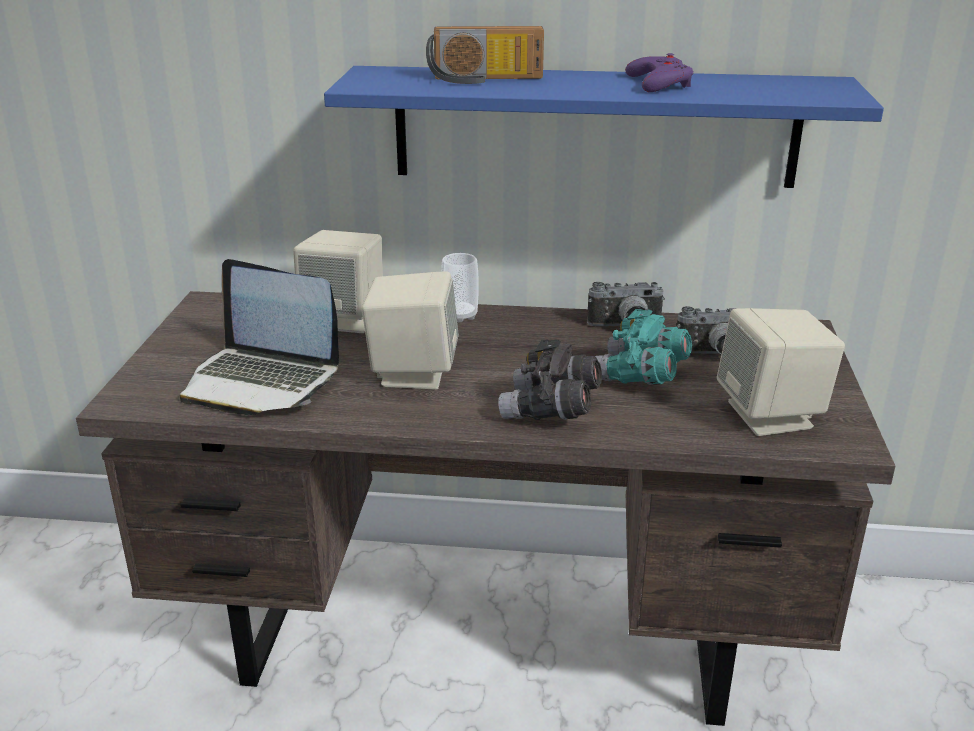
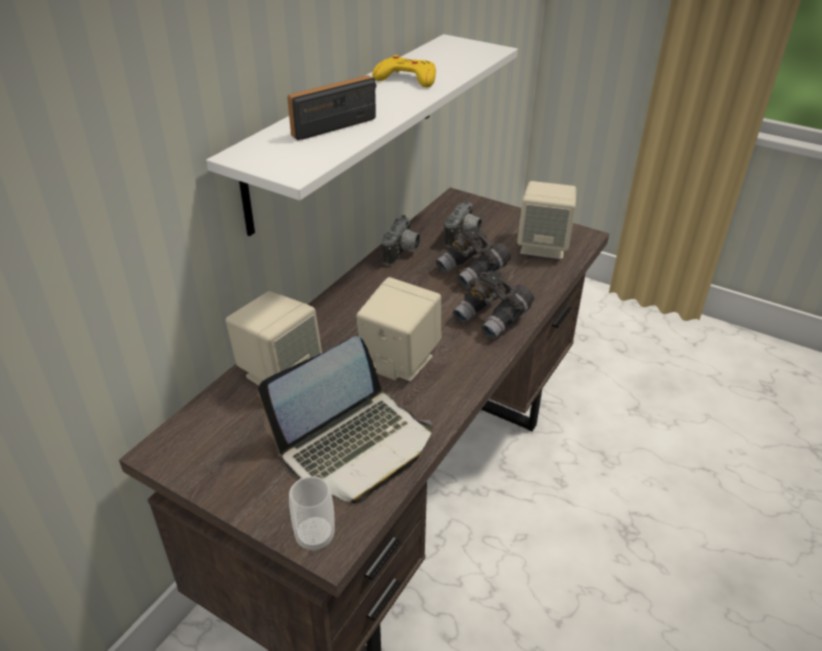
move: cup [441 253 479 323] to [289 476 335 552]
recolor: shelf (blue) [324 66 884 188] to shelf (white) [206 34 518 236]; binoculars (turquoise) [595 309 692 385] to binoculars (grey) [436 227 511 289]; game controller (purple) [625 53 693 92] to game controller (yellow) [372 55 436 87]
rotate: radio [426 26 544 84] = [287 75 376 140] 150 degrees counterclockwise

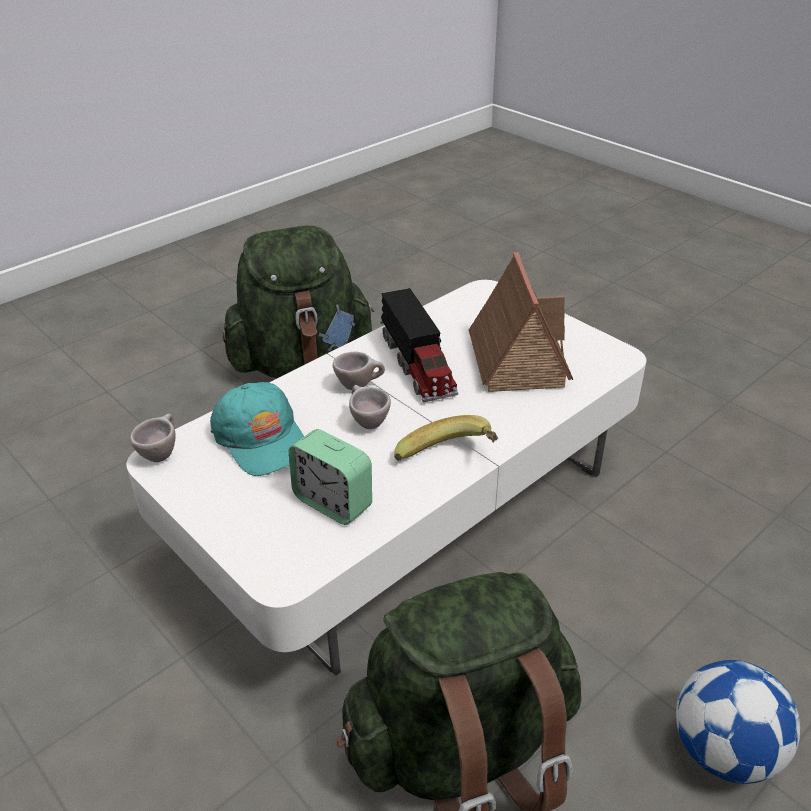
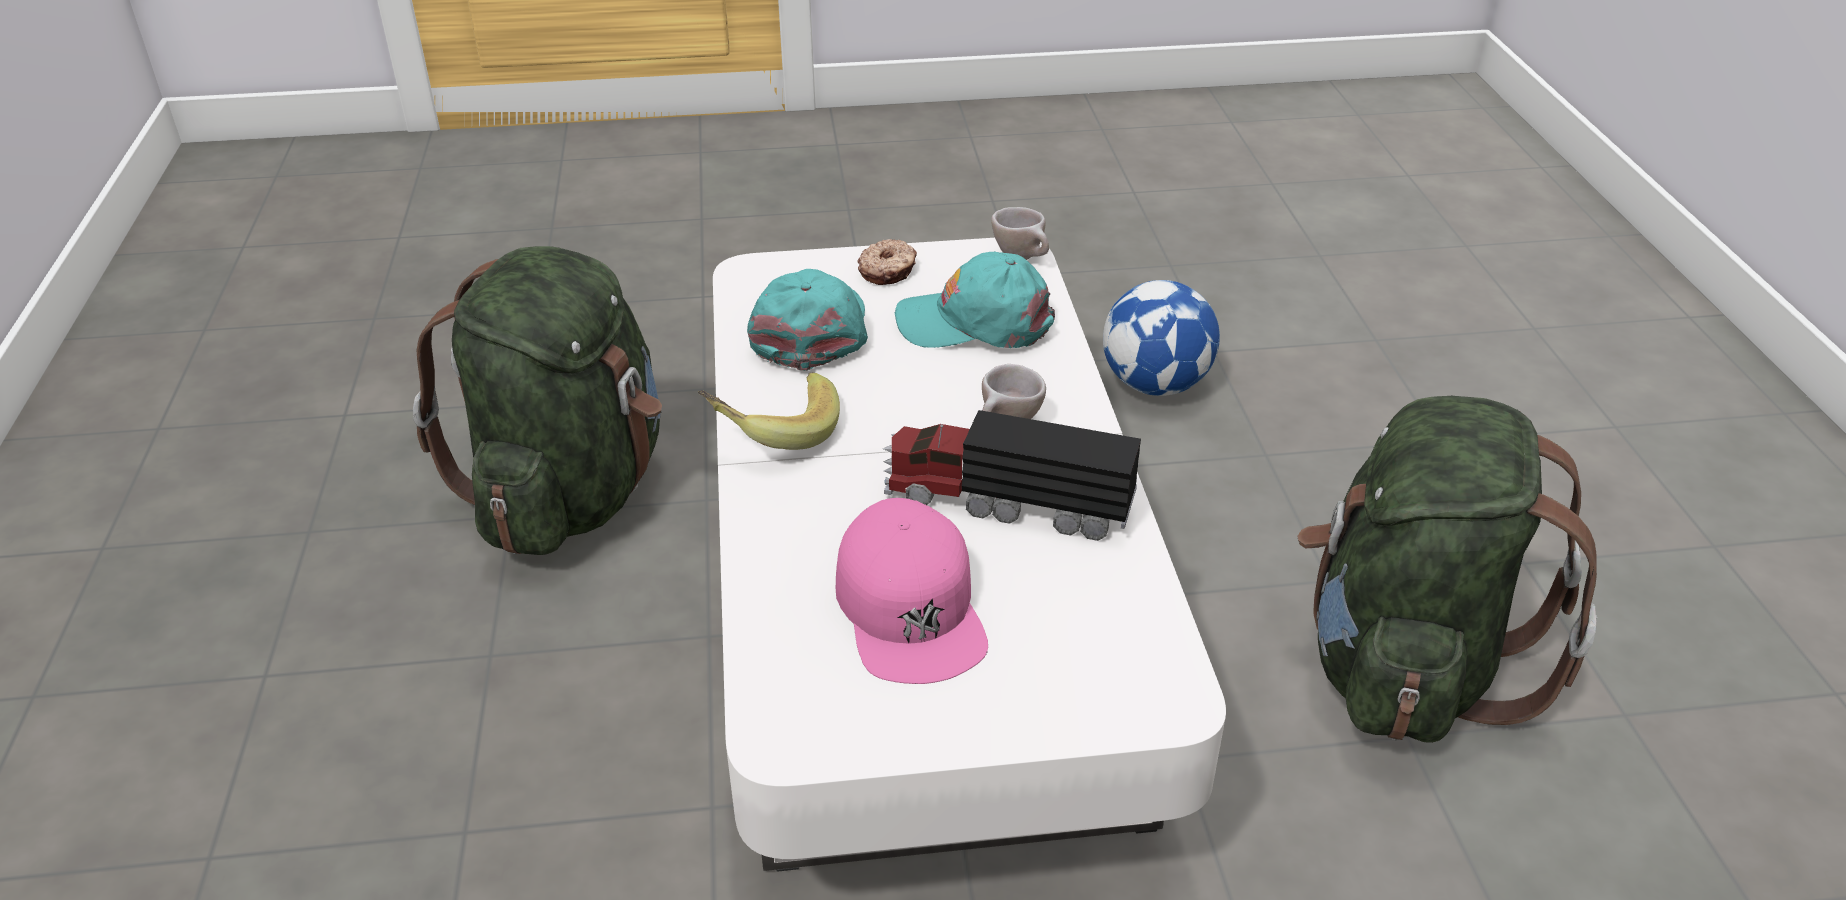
delete: cup (beige) [349 385 391 429]
insert: donut [857 239 917 285]
move: football [676 660 800 784] to [1103 280 1220 396]
replace: alarm clock [289 429 372 525] to cap (turquoise) [747 269 868 371]; toy house [469 252 573 392] to cap (pink) [836 498 988 684]

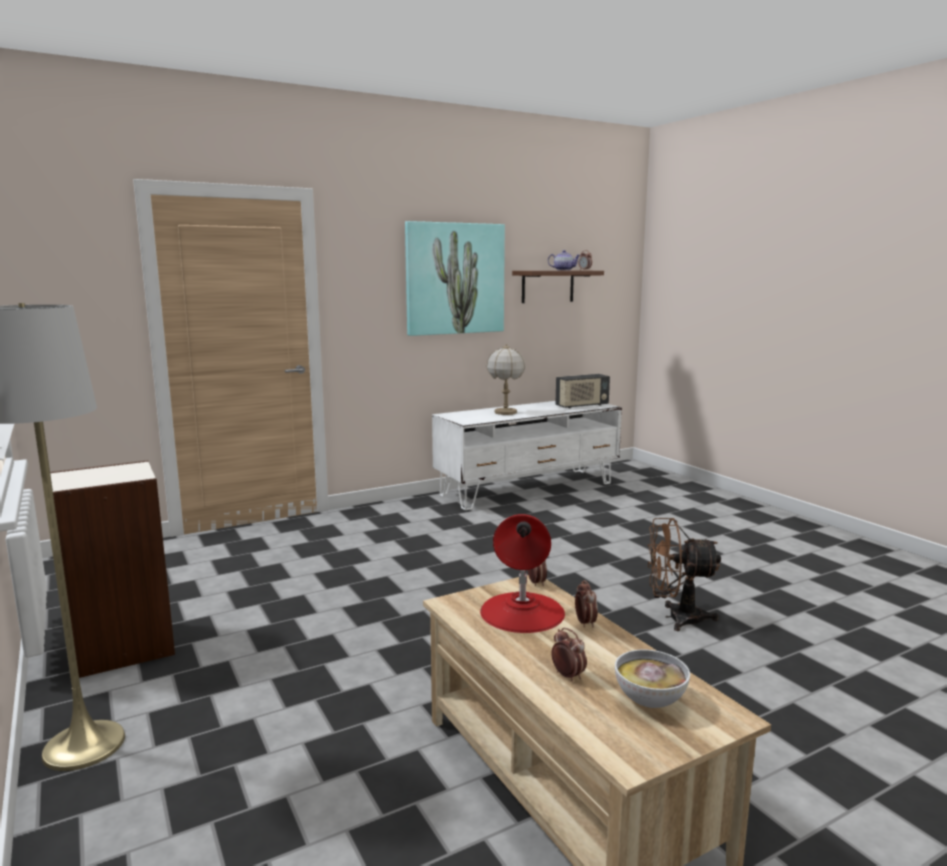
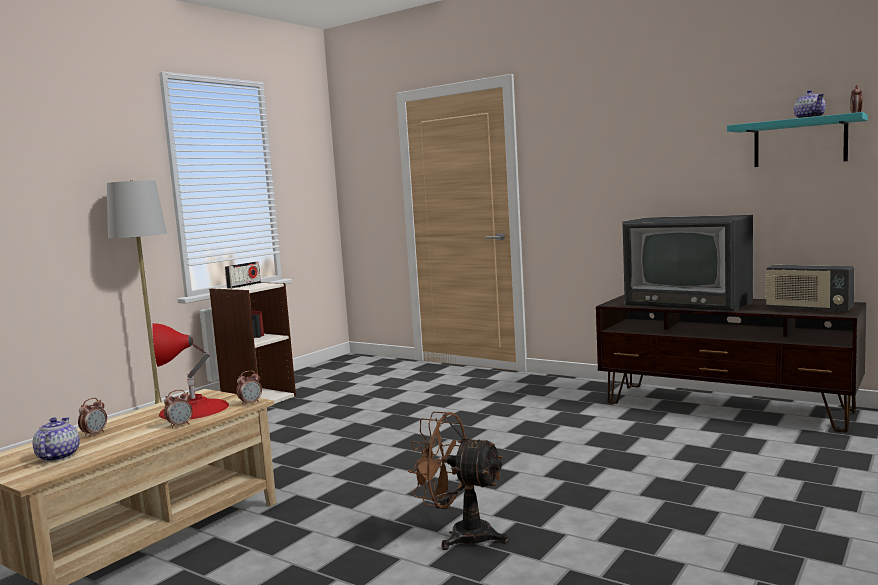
delete: picture [405 221 505 336]
insert: radio [225 262 261 289]
replace: table lamp [487 344 525 415] to television [622 215 753 311]; bowl [615 650 690 708] to teapot [32 417 80 462]
recolor: tv stand (white) [432 401 622 510] to tv stand (brown) [596 295 866 432]; shelf (brown) [512 271 604 303] to shelf (turquoise) [727 112 868 167]
rotate: fan (brown) [648 518 721 631] = [408 412 508 550] 45 degrees counterclockwise

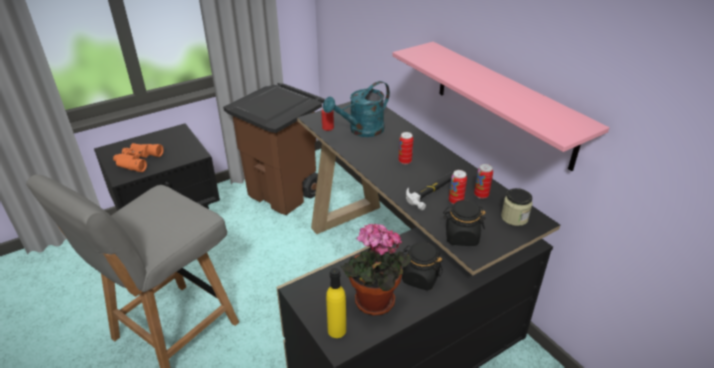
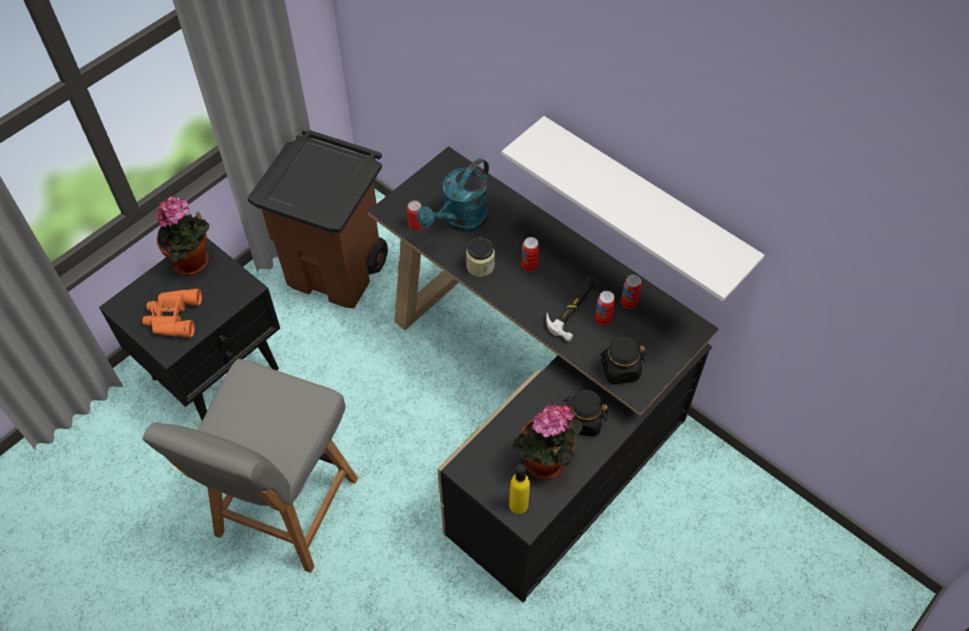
insert: potted plant [155 196 209 276]
move: jar [501 188 533 226] to [466 238 495 277]
recolor: shelf (pink) [392 42 609 171] to shelf (white) [502 116 764 301]

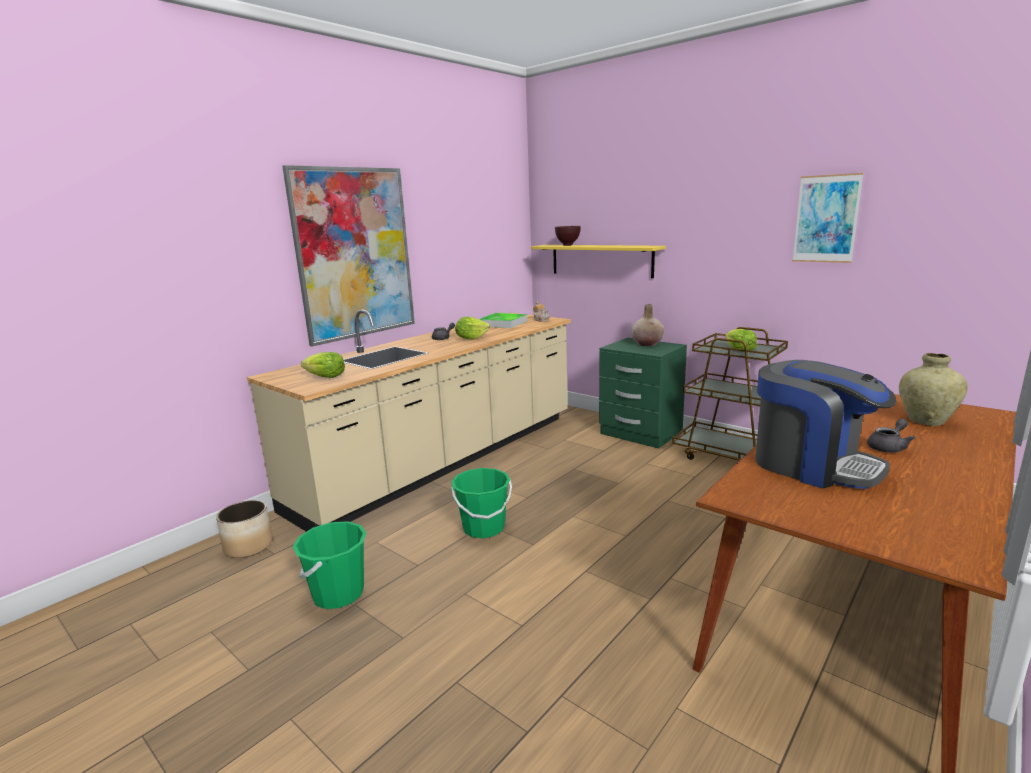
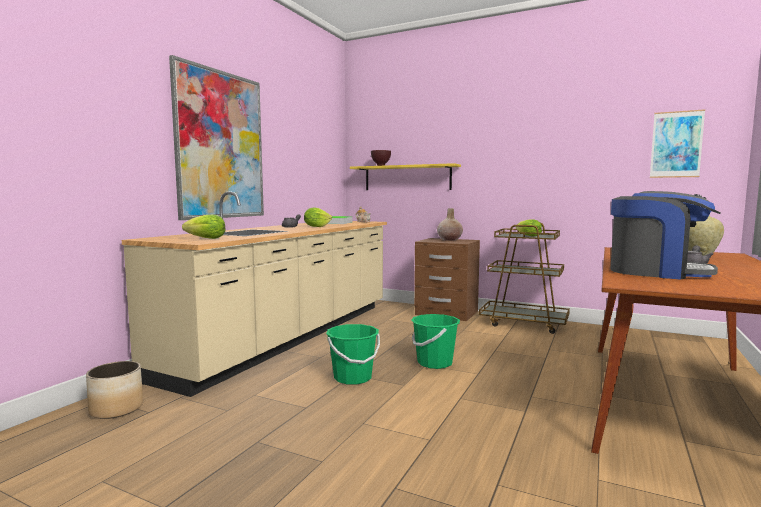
move: bucket (green) [293 521 366 609] to [411 314 460 369]; picture [792 173 864 263] to [650 109 705 178]
recolor: nightstand (green) [599 338 687 449] to nightstand (brown) [414 238 480 321]

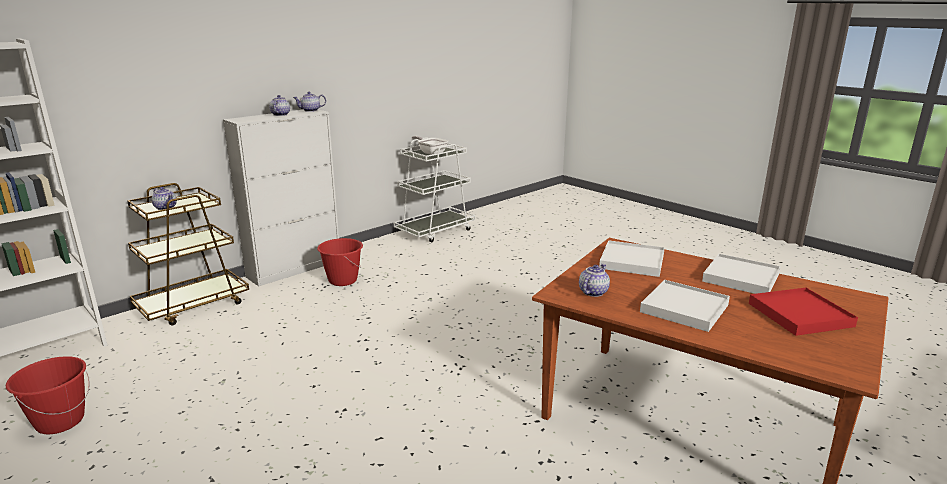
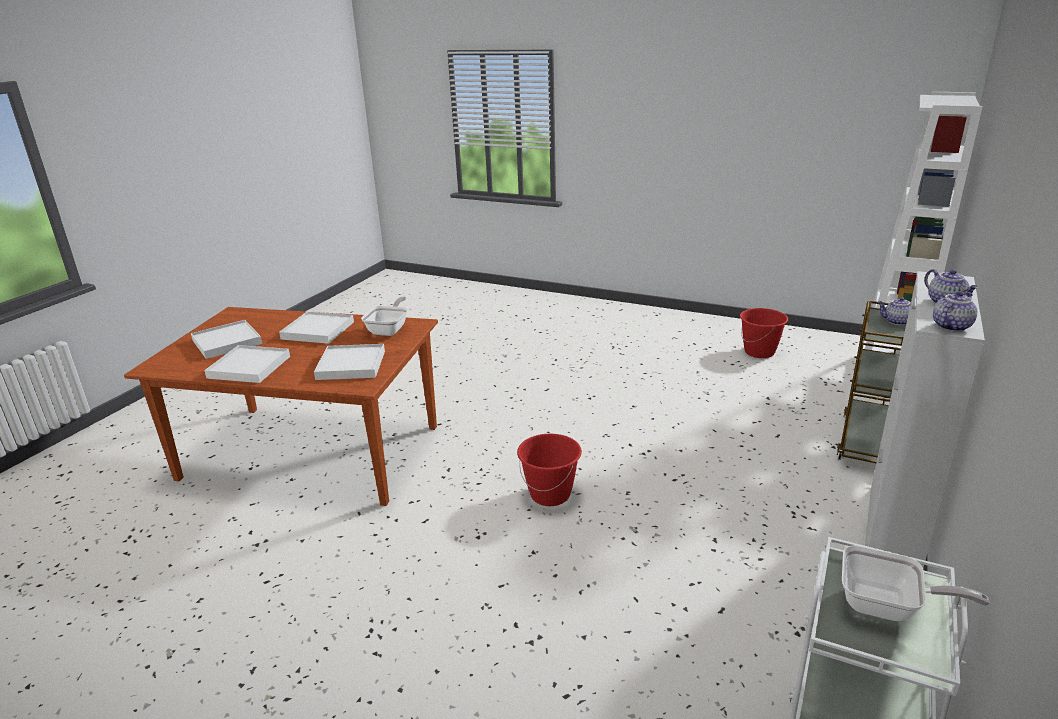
move: bucket (red) [317 238 363 286] to [517 434 582 506]
replace: teapot [579 264 610 297] to frying pan [361 296 408 336]
recolor: tray (red) [749 288 858 336] to tray (white) [191 320 262 359]

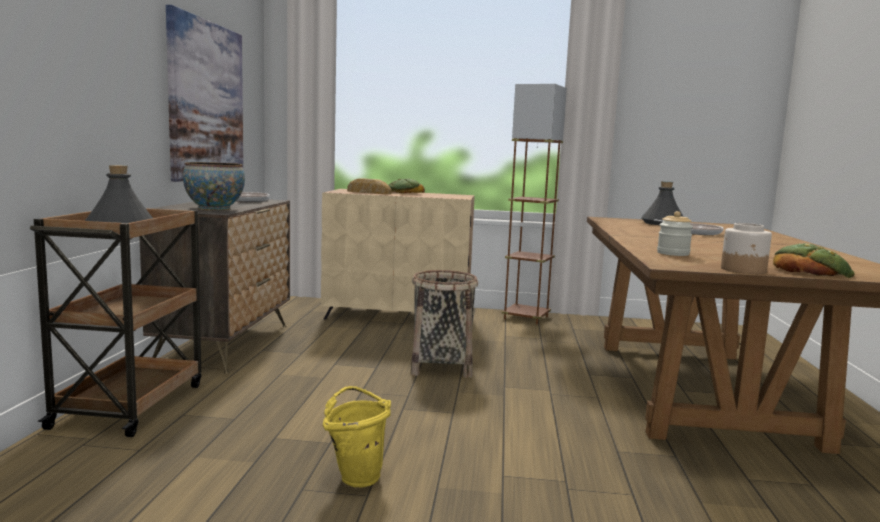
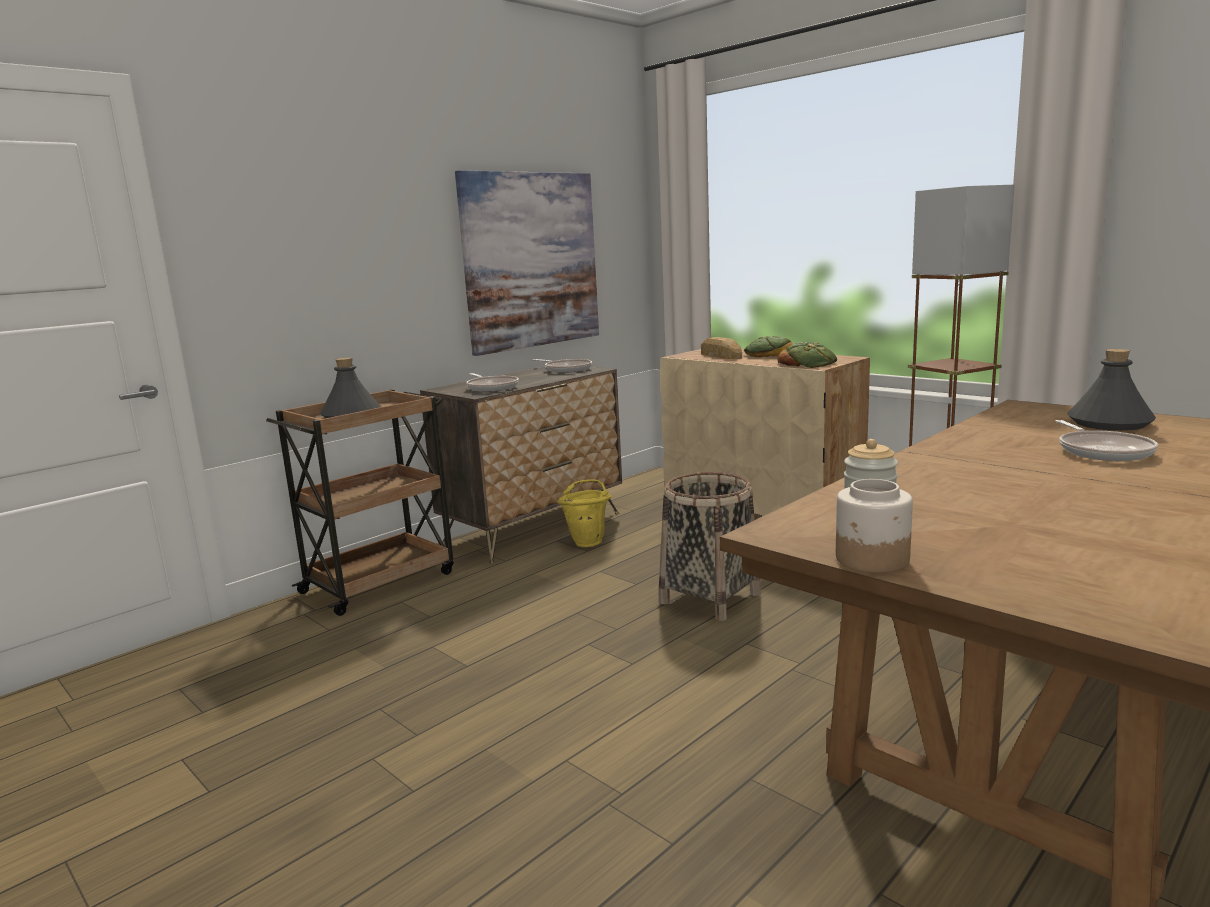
move: bucket (yellow) [323 386 391 487] to [557 479 611 547]; bread [773 243 854 278] to [778 342 837 368]
replace: bowl [183 162 245 210] to frying pan [466 373 519 392]

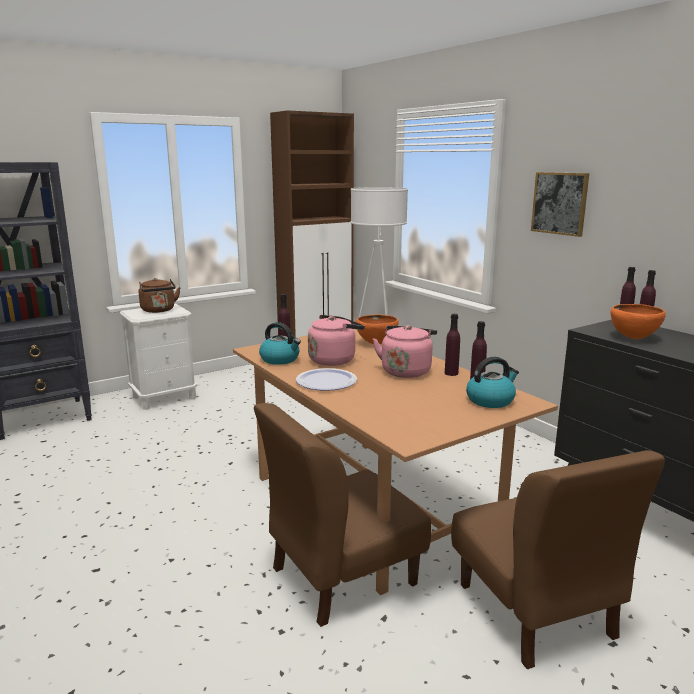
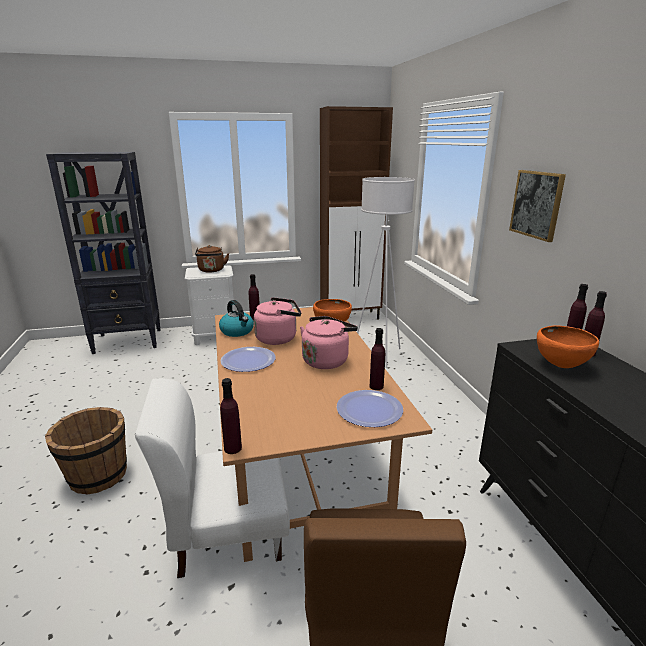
insert: bucket (brown) [45 407 127 494]
move: bottle (purple) [445 314 460 376] to [220 378 242 454]
replace: kettle [466 357 519 408] to plate [337 390 403 427]
recolor: chair (brown) [254 403 431 627] to chair (white) [135 378 290 578]

